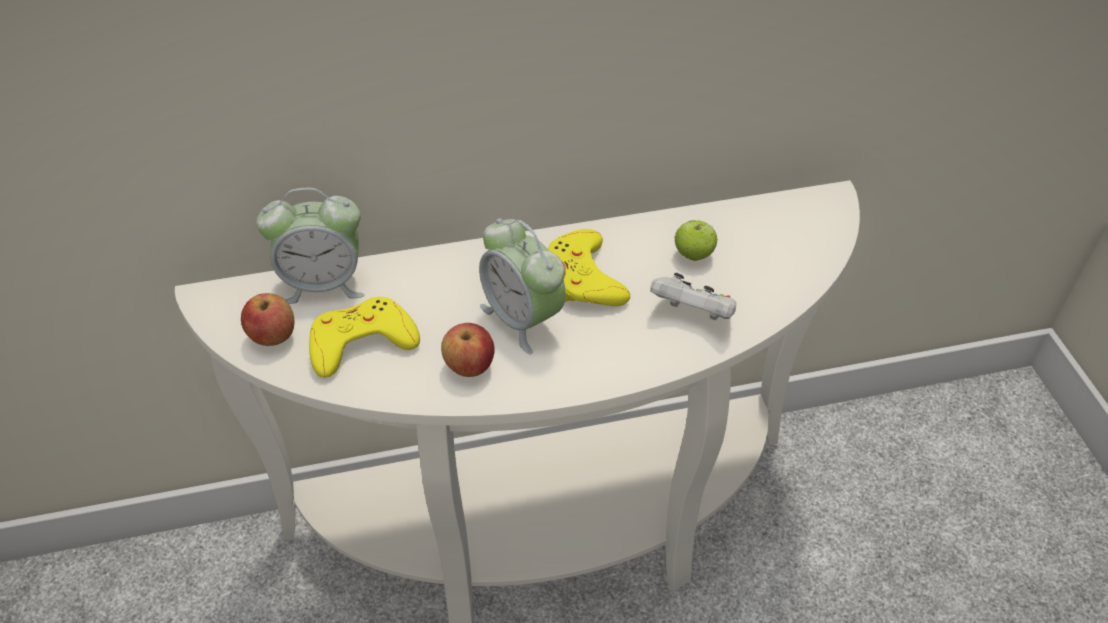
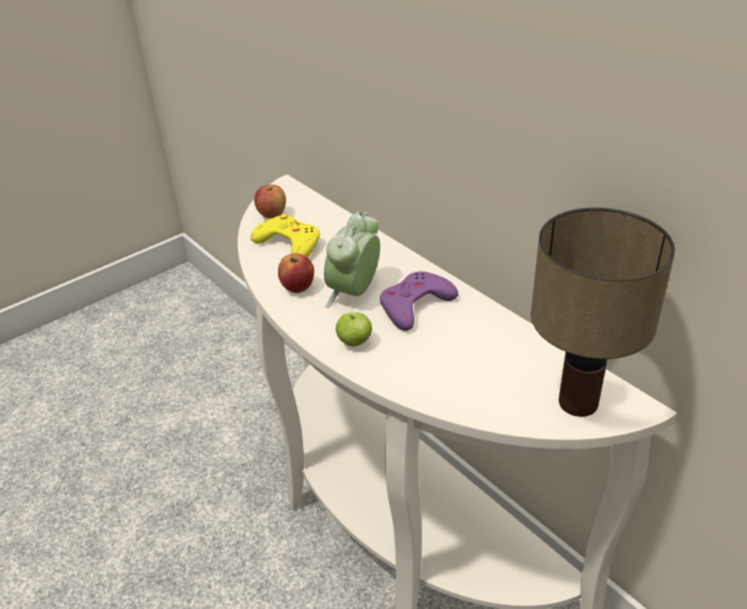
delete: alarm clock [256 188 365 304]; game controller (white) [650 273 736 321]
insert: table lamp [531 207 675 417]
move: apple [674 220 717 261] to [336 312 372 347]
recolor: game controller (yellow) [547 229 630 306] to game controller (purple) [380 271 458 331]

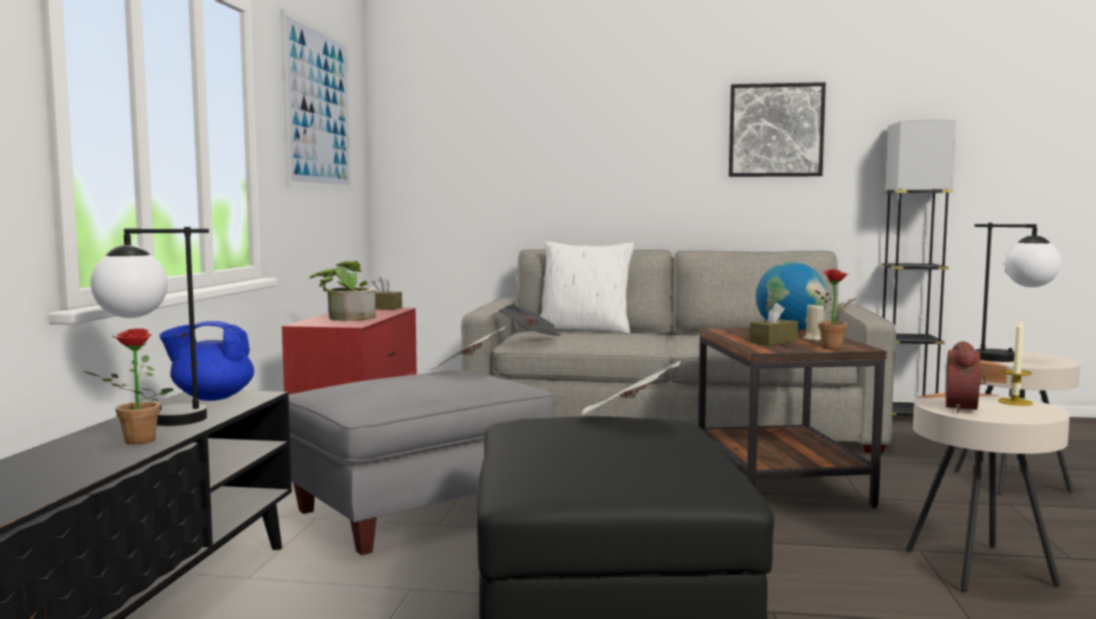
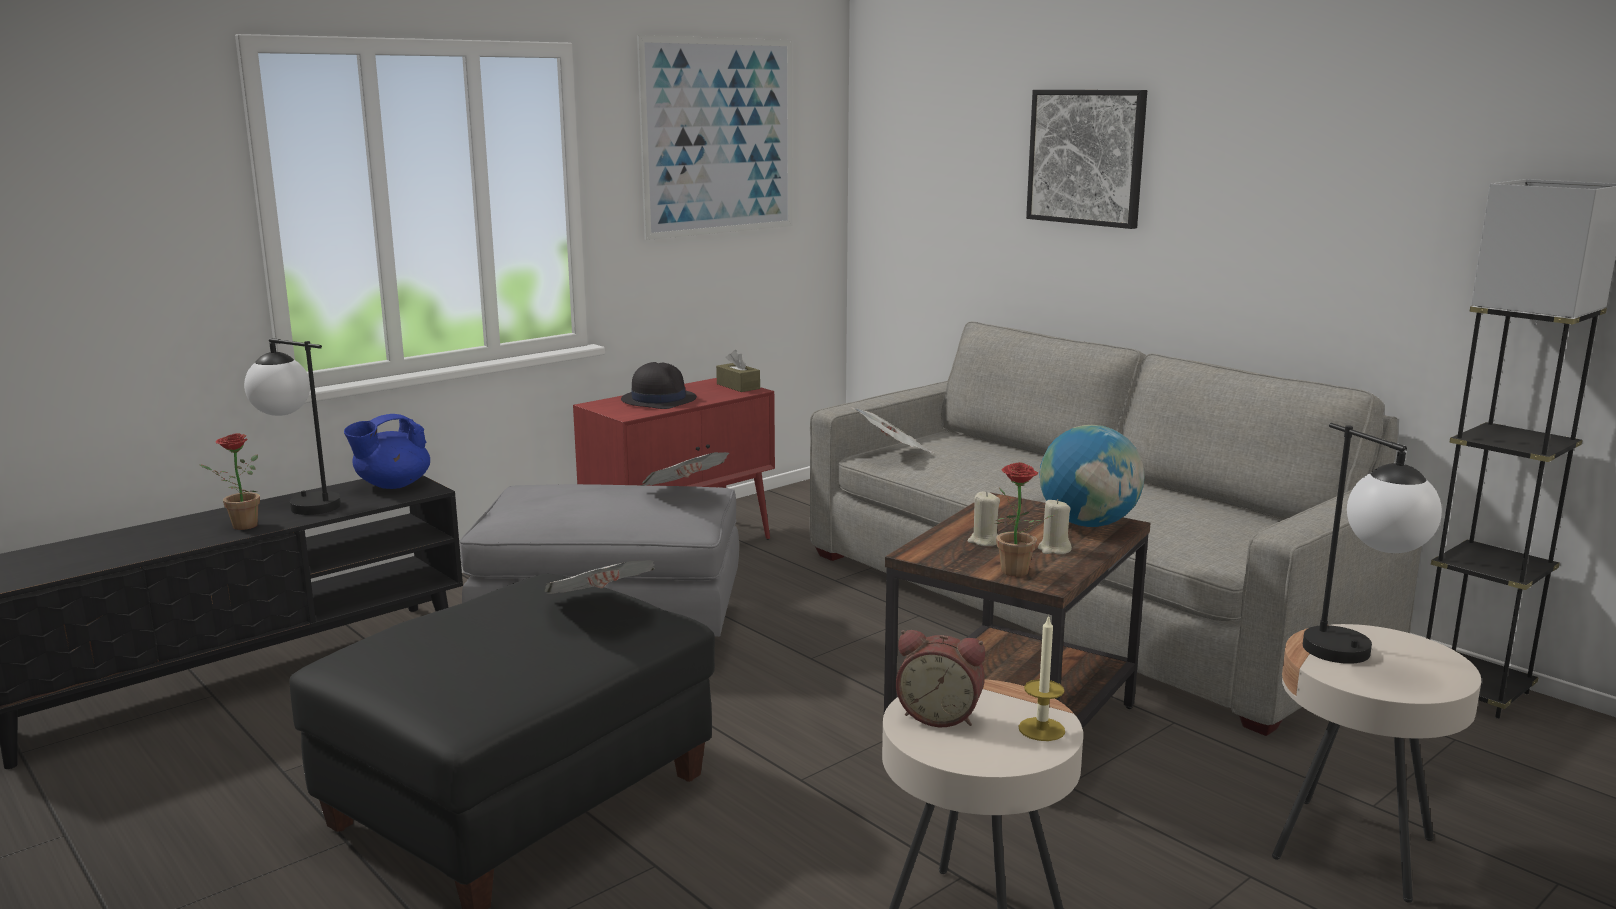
delete: pillow (white) [540 242 635 334]
move: picture [729 82 826 177] to [1026 90 1147 229]
replace: potted plant [309 261 376 321] to hat (black) [621 362 697 409]; tissue box (brown) [749 303 798 345] to candle (beige) [968 491 1000 546]
rotate: teapot (blue) [159 321 254 401] = [344 414 430 489] 75 degrees counterclockwise; alarm clock [945 341 987 413] = [896 630 985 727] 135 degrees counterclockwise

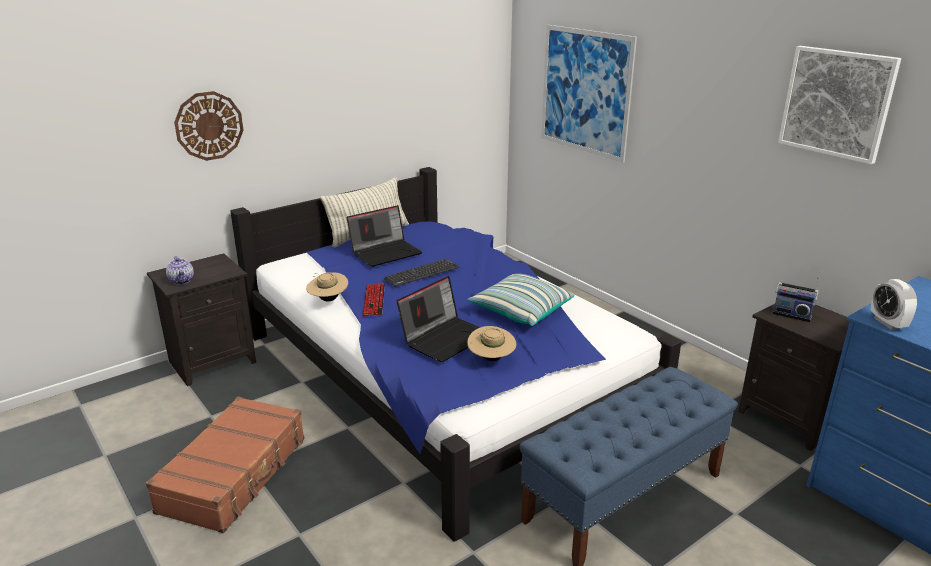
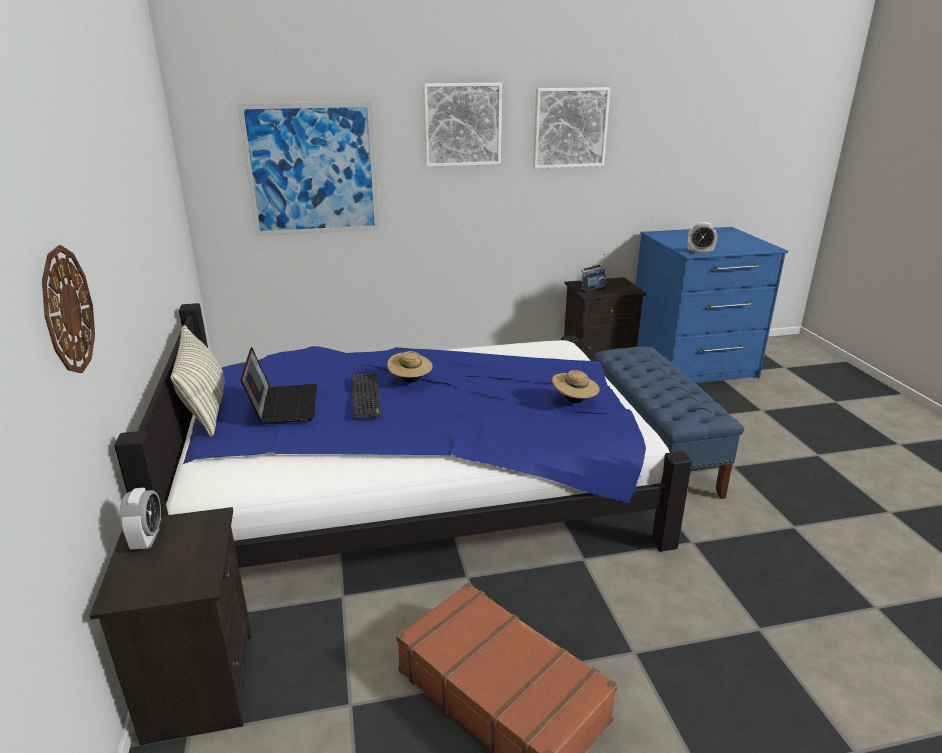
delete: teapot [166 256 194 285]; keyboard [362 283 385 316]; laptop [397 276 480 362]; pillow [468 274 574 326]
insert: alarm clock [119 488 161 550]; picture [423 83 502 167]
move: hat (beige) [306 272 348 301] to [387 351 433 383]

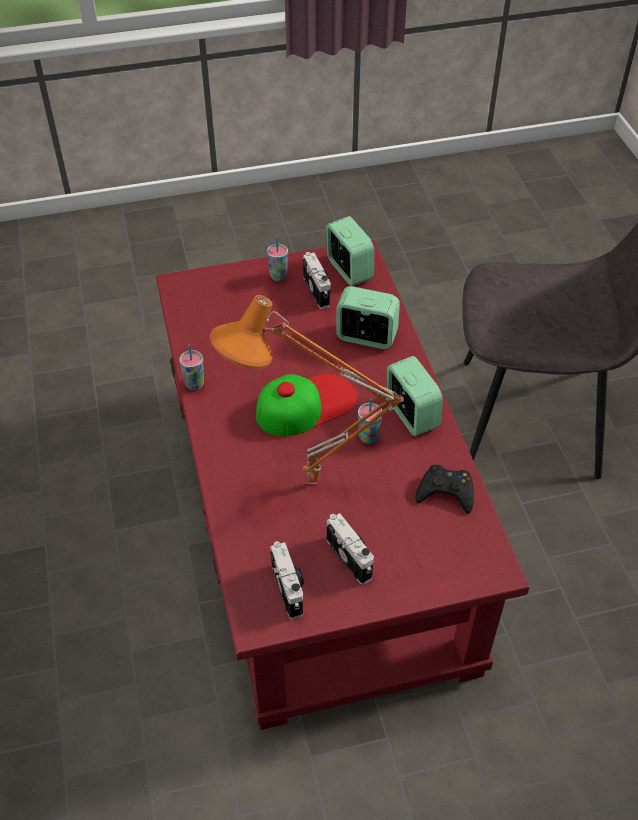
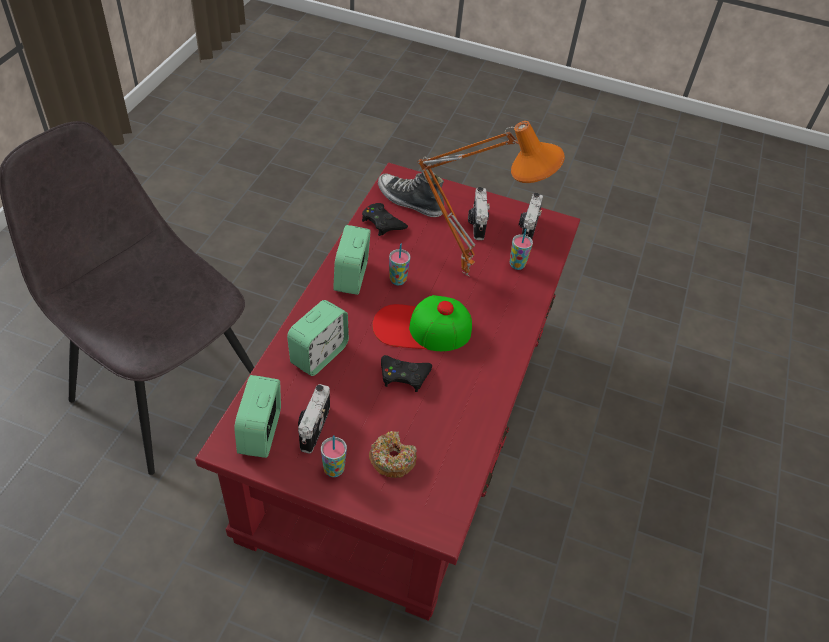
insert: donut [369 431 417 478]; shoe [378 169 444 217]; game controller (black) [381 355 432 392]
move: cup [179 344 204 390] to [510 229 533 270]
rotate: alarm clock [336 286 400 349] = [287 300 349 376] 105 degrees counterclockwise

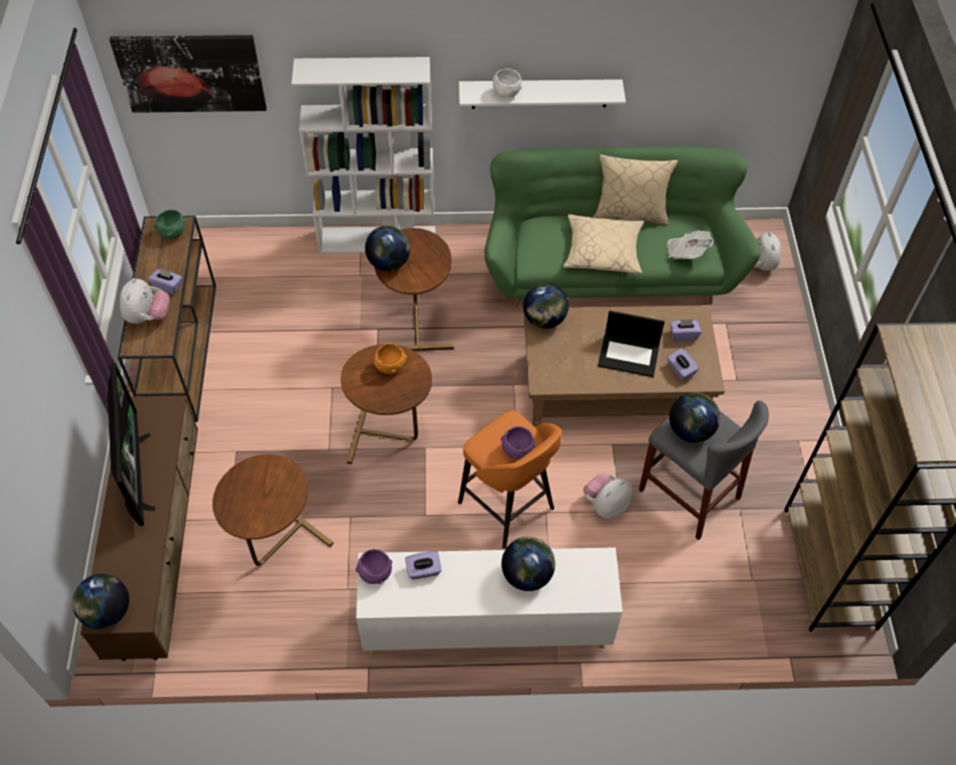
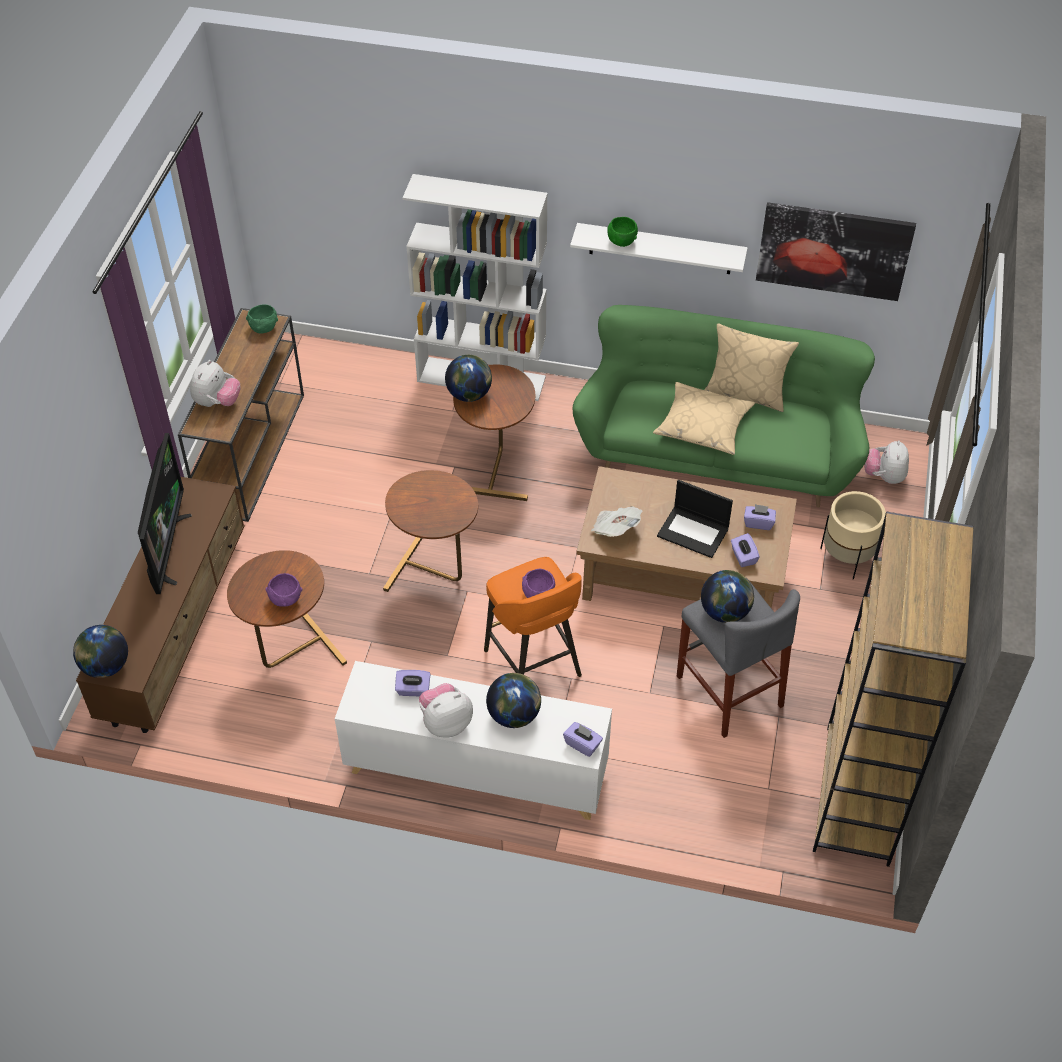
delete: bowl (orange) [374 343 407 374]; globe [523 283 569 329]
insert: planter (beige) [820 491 886 579]
move: picture [109 35 267 113] to [756 202 916 301]; tissue box (purple) [148 268 182 294] to [563 722 603 757]; bowl (purple) [355 549 392 584] to [265 573 302 607]; plush toy [583 473 632 519] to [419 683 473 738]; newspaper [667 230 714 259] to [591 506 642 537]
recolor: bowl (white) [493 69 522 98] to bowl (green) [607 217 638 247]

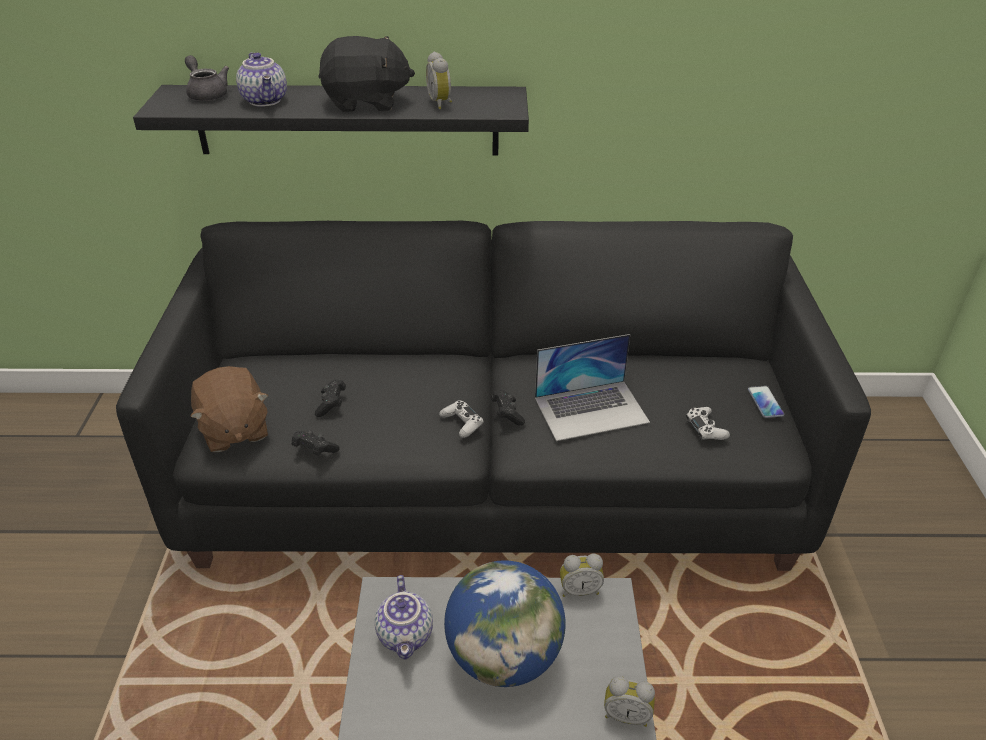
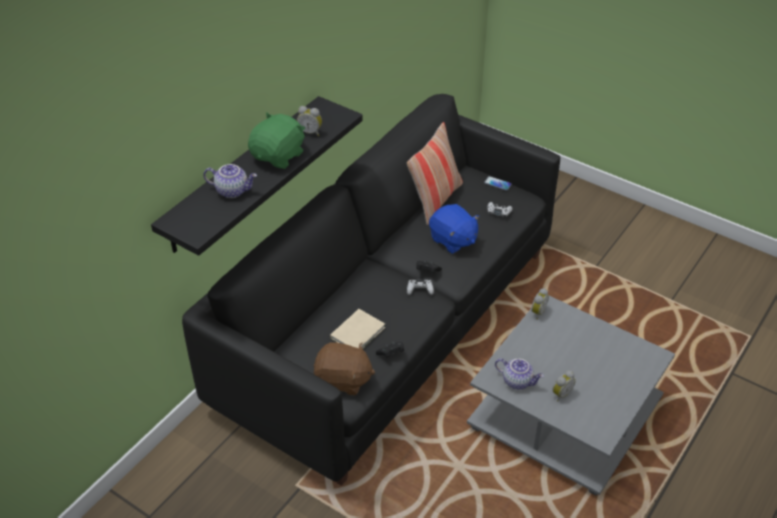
delete: teapot (grey) [185 55 229 101]; globe [444 560 566 687]
insert: pillow [407 122 463 225]
move: alarm clock [604 676 655 727] to [553 370 575 401]
replace: game controller (black) [315 379 346 417] to book (beige) [330 309 385 349]; laptop [535 334 650 441] to plush toy (blue) [429 204 480 254]
recolor: plush toy (black) [318 36 415 112] to plush toy (green) [248 112 305 169]

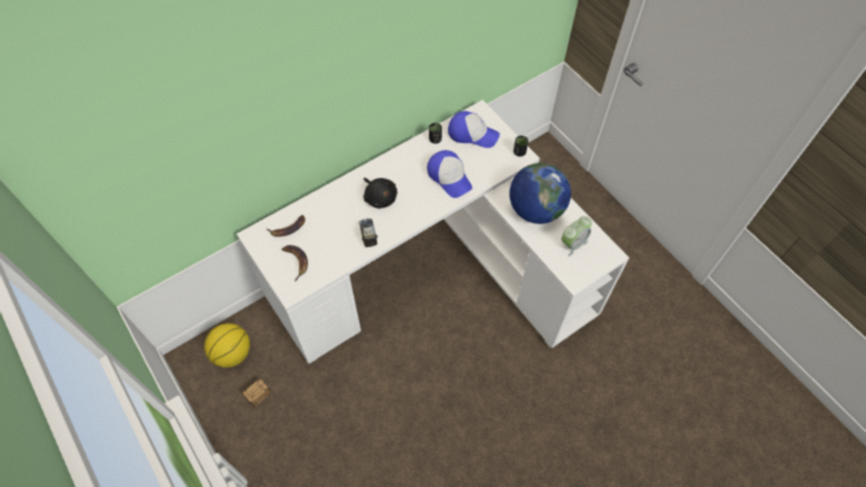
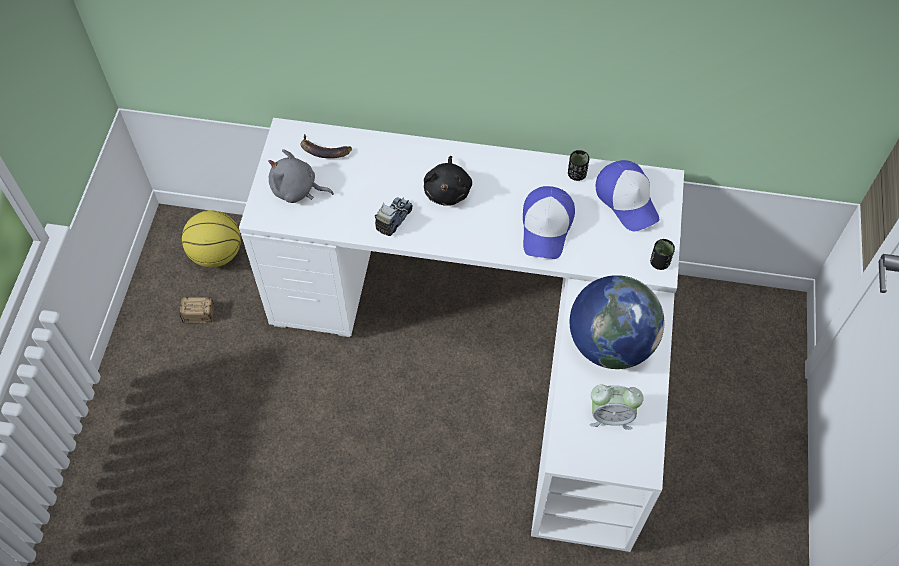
replace: banana [282 245 308 281] to plush toy (grey) [268 149 334 203]

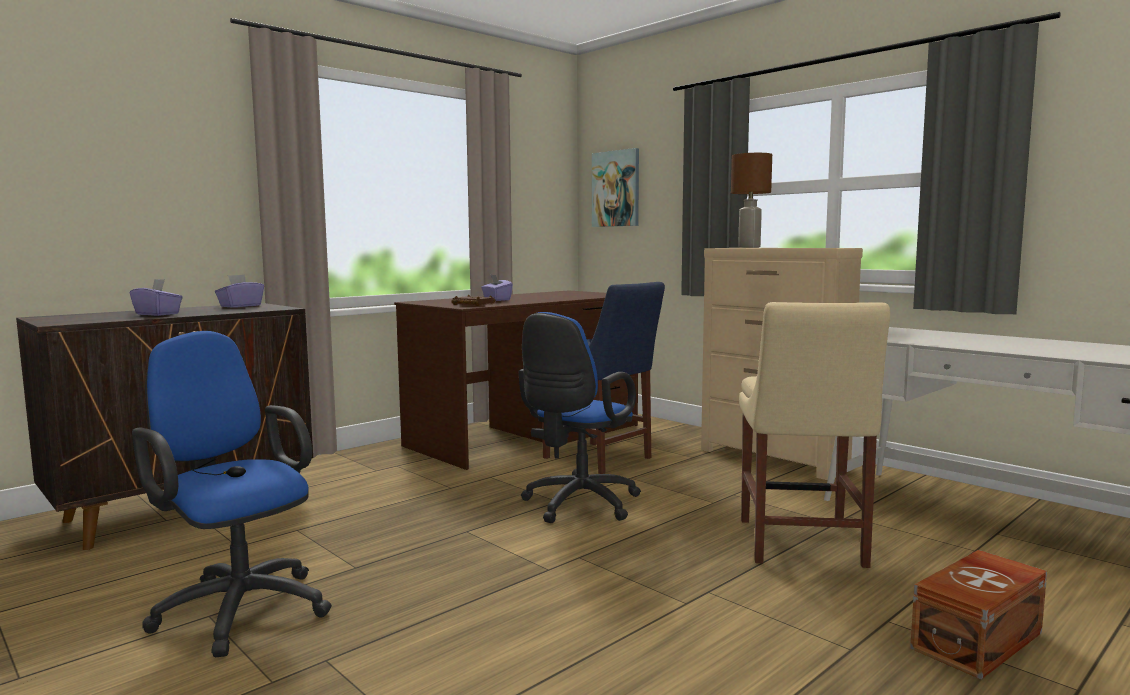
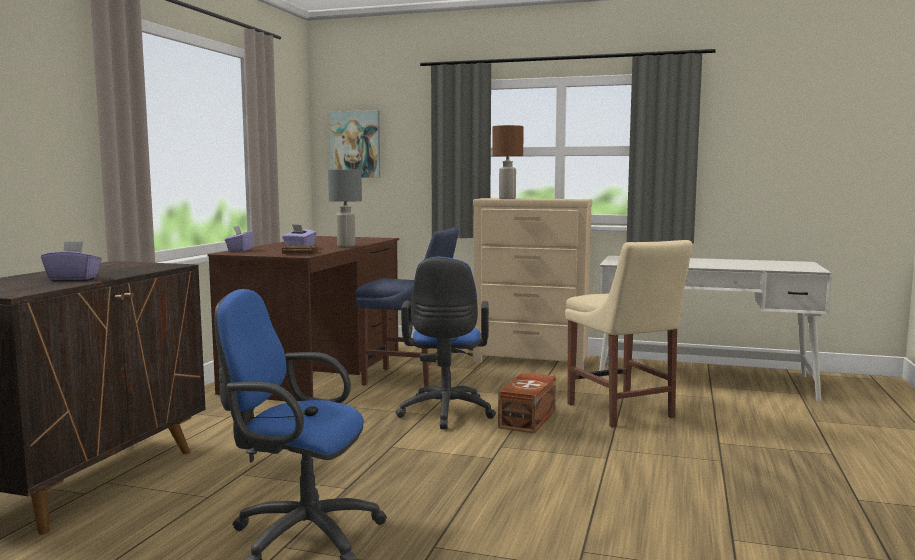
insert: table lamp (grey) [328 170 362 247]
move: tissue box (purple) [215 274 264 308] to [225 226 254 251]; storage box (brown) [910 550 1047 679] to [498 373 556 433]

